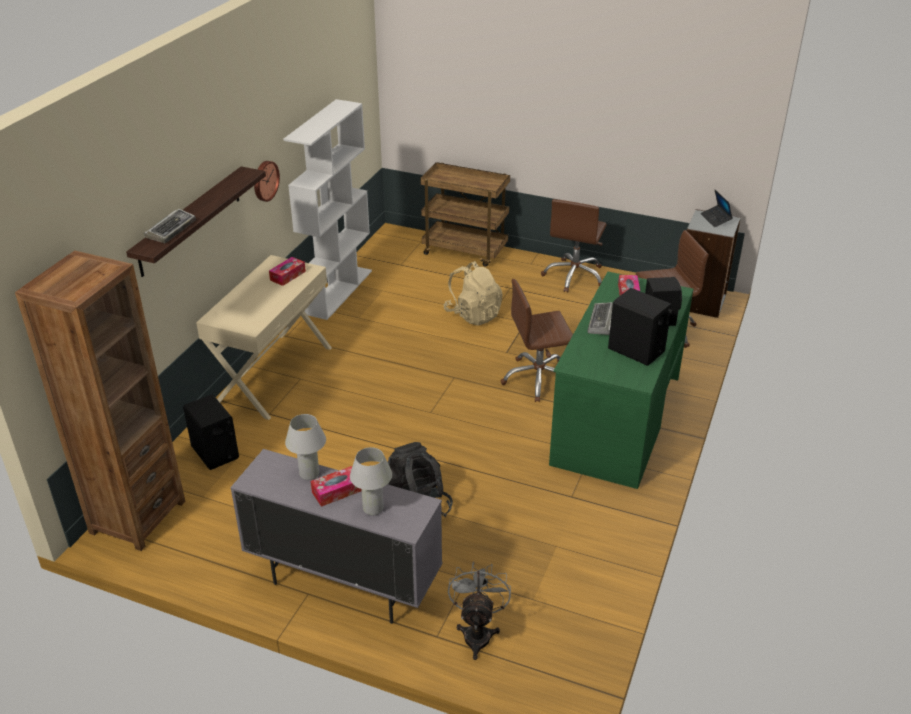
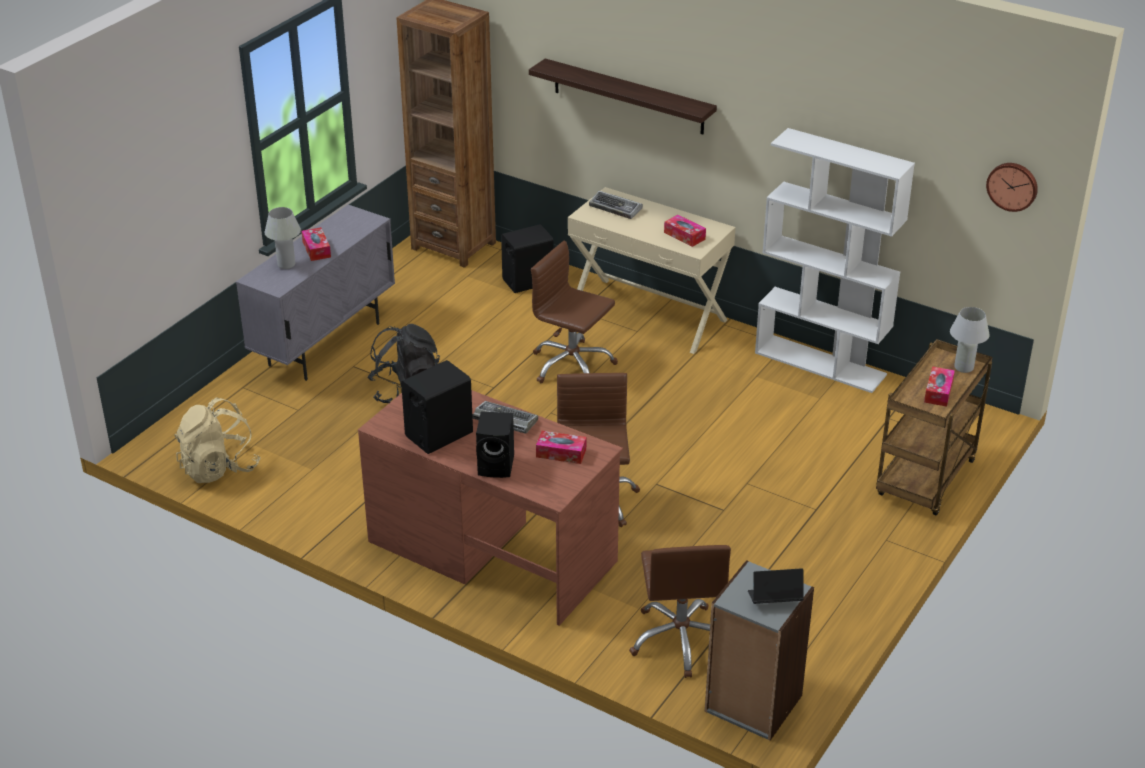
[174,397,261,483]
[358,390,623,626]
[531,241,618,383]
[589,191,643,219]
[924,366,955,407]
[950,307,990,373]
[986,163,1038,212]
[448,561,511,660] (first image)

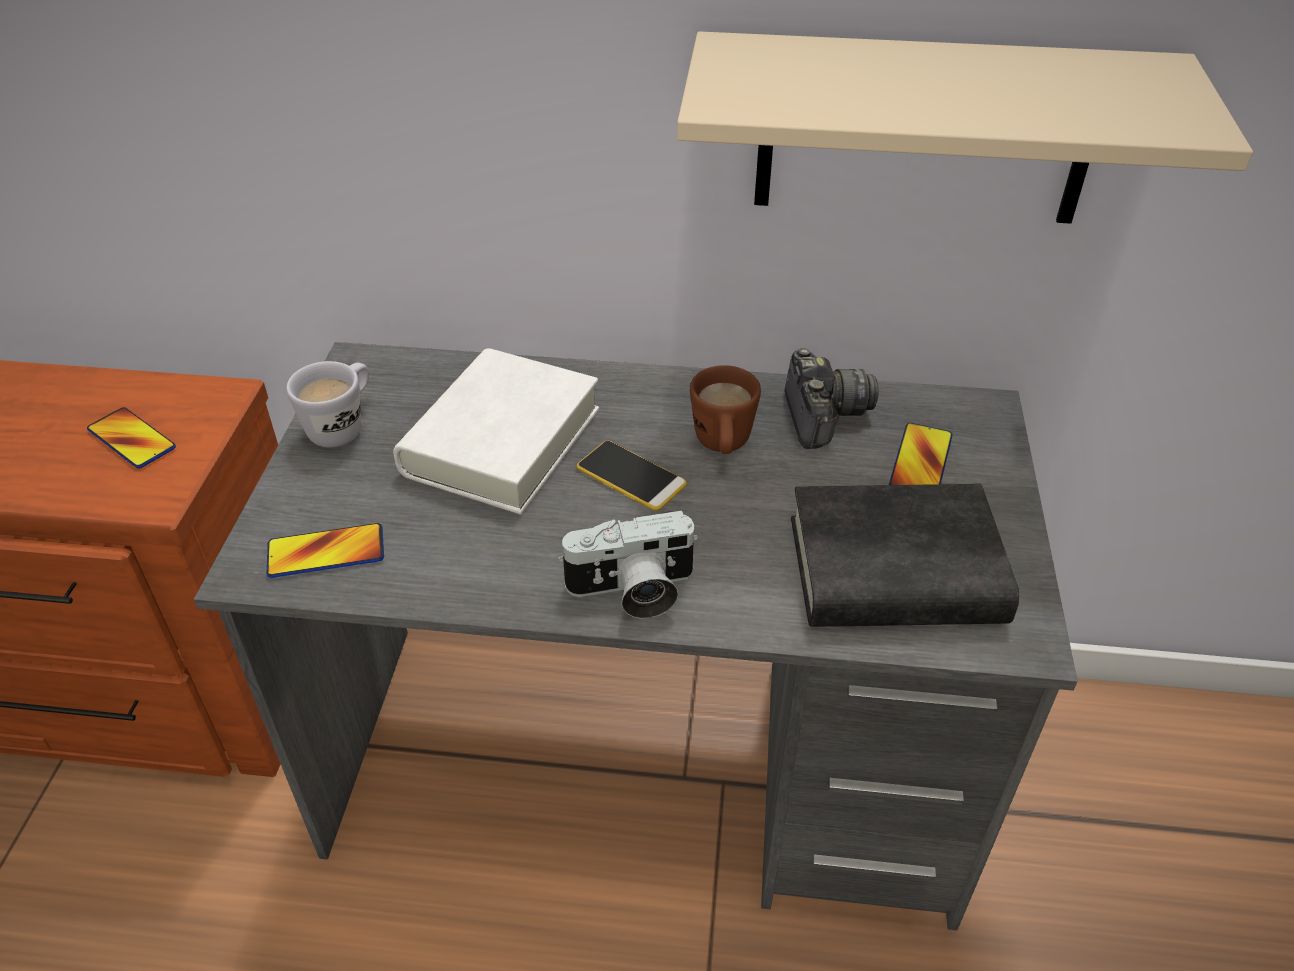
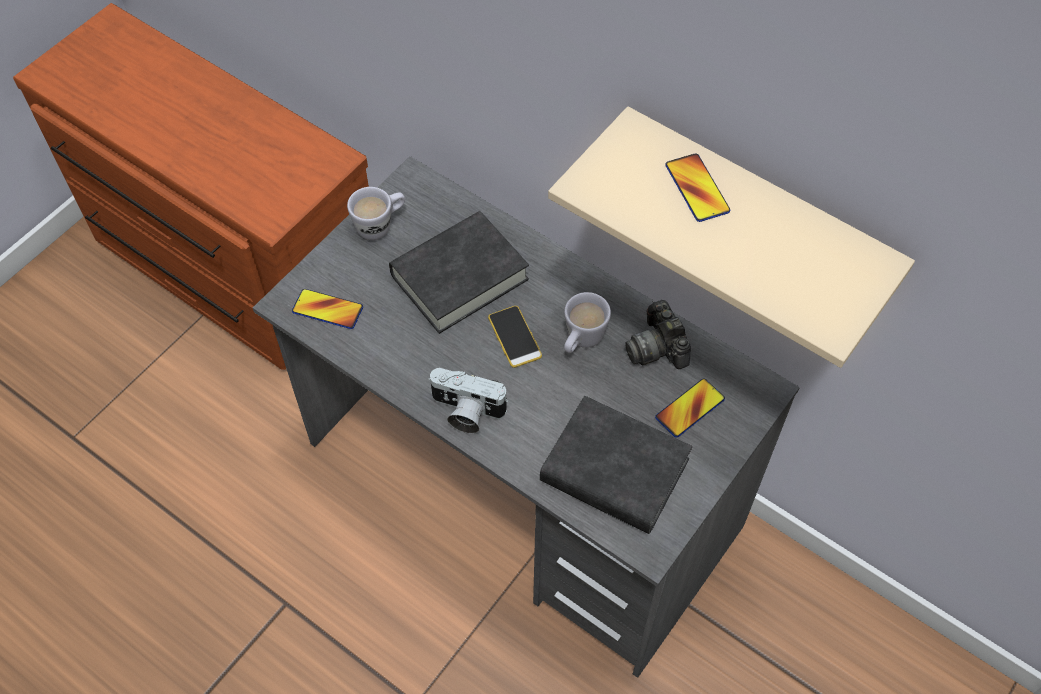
[389,211,529,334]
[564,292,611,353]
[625,300,691,369]
[665,153,730,222]

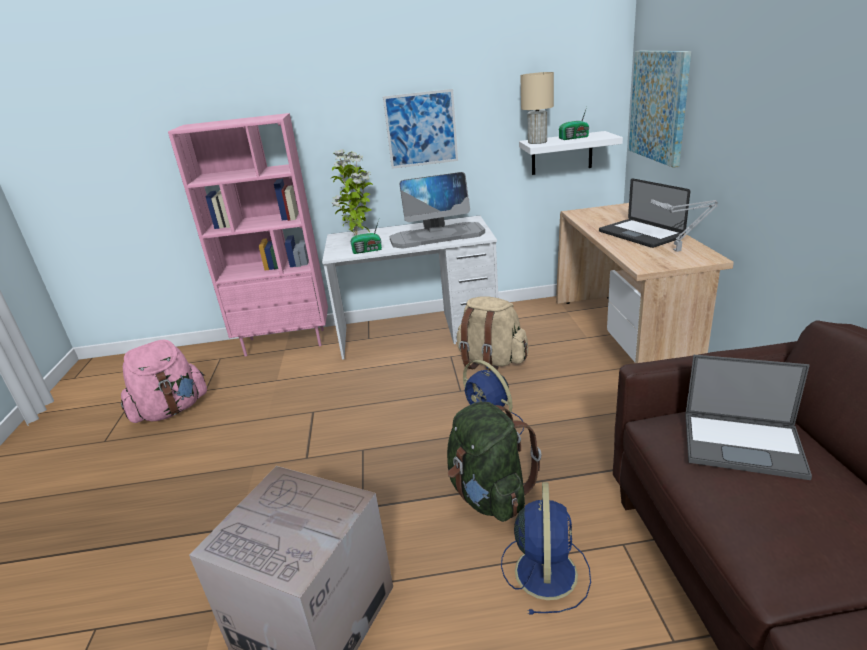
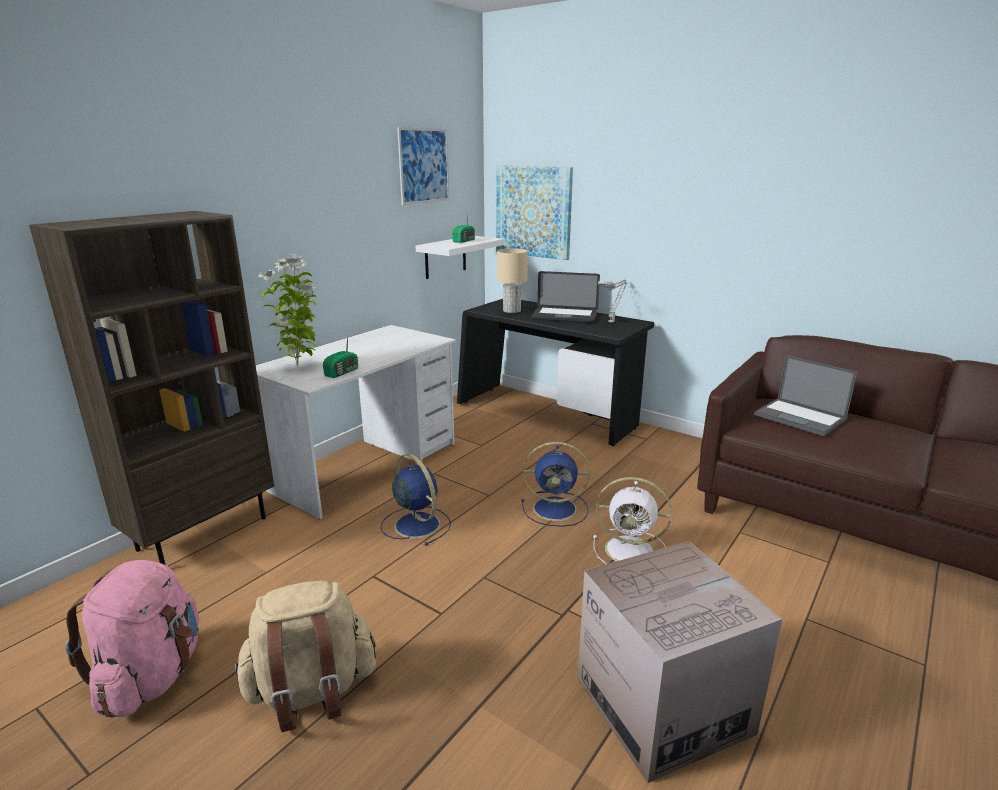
[29,211,274,565]
[232,581,376,732]
[381,454,451,546]
[397,127,450,205]
[457,299,654,446]
[497,248,528,313]
[593,477,672,564]
[754,355,857,436]
[389,172,485,249] (first image)

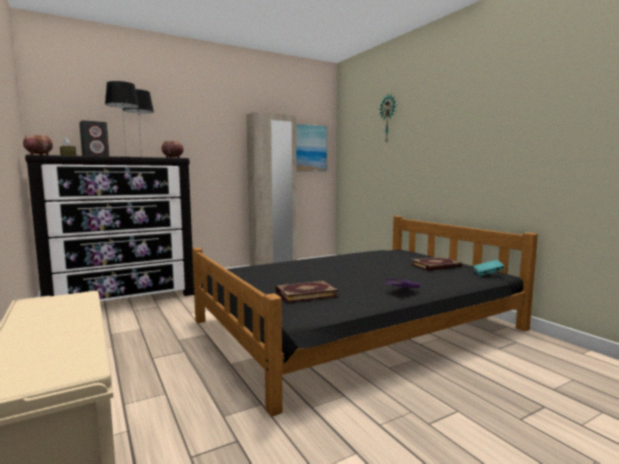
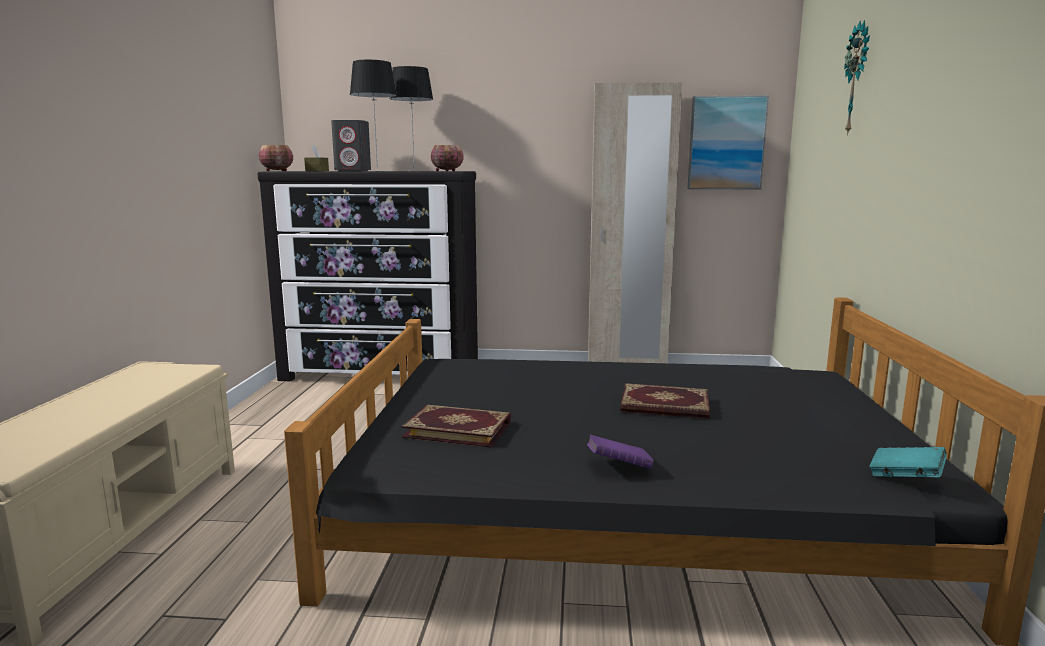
[620,383,710,419]

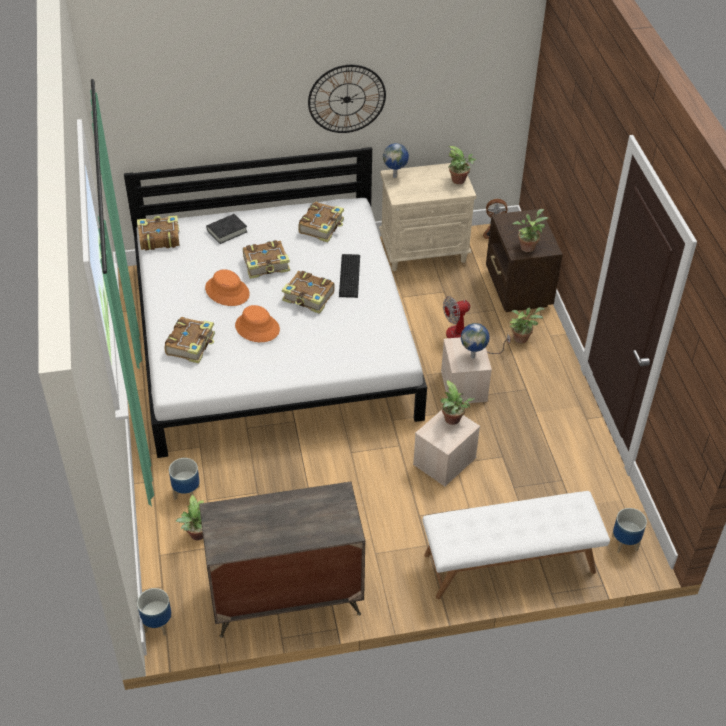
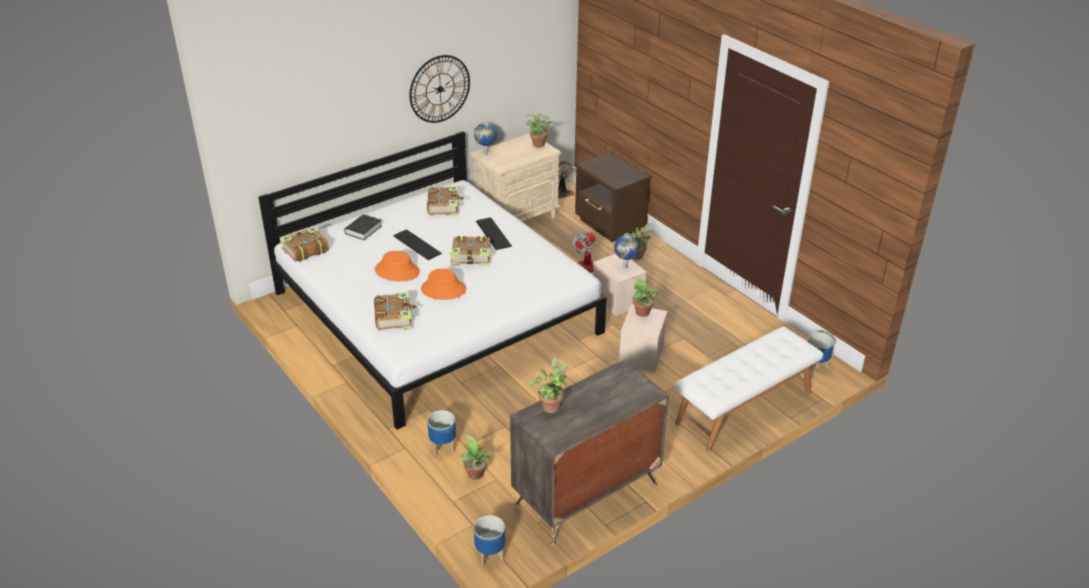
[394,229,442,260]
[528,357,567,413]

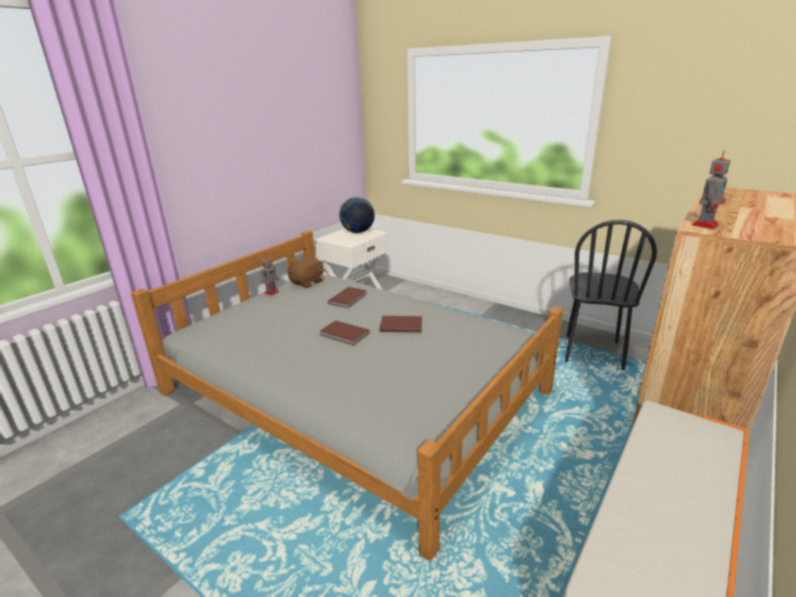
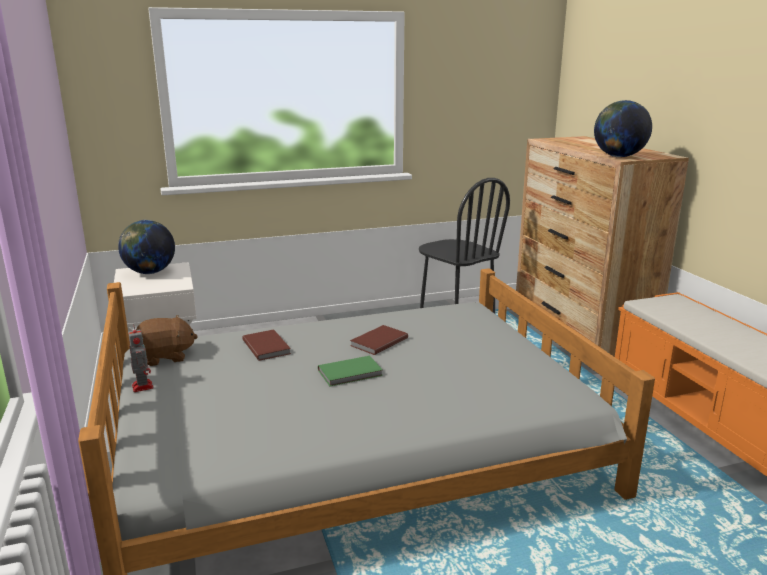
[136,315,198,366]
[318,356,383,386]
[594,100,652,157]

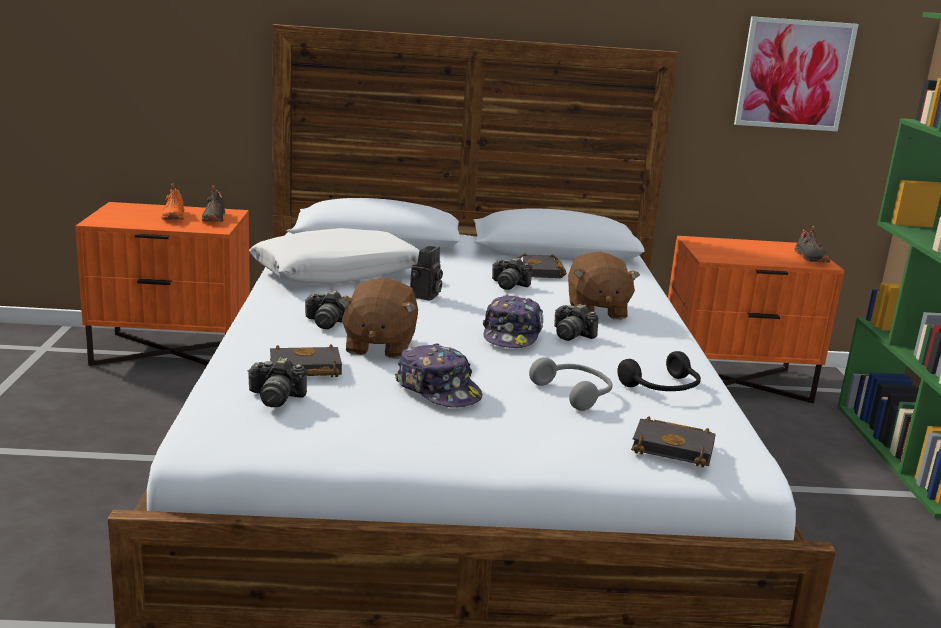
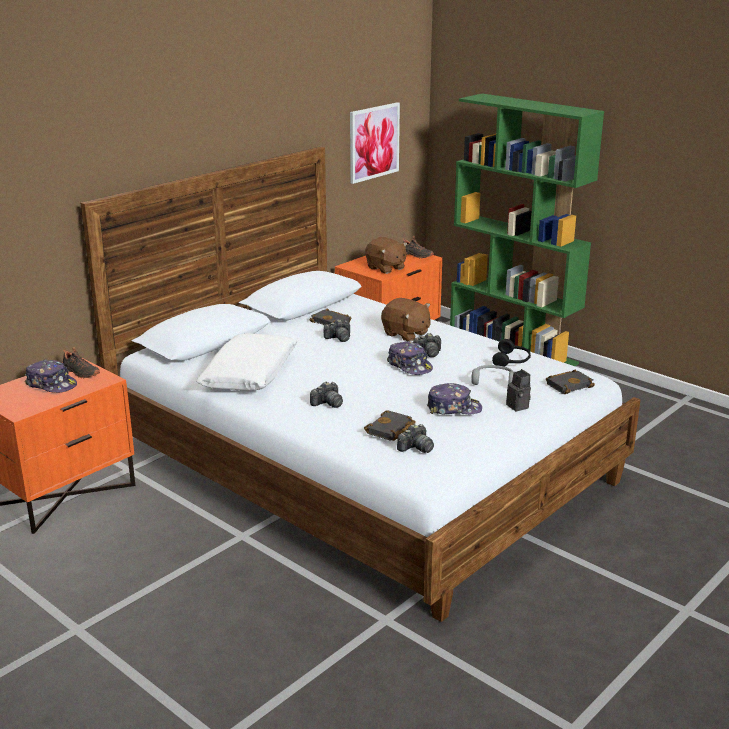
[25,359,77,393]
[365,237,407,274]
[506,369,531,412]

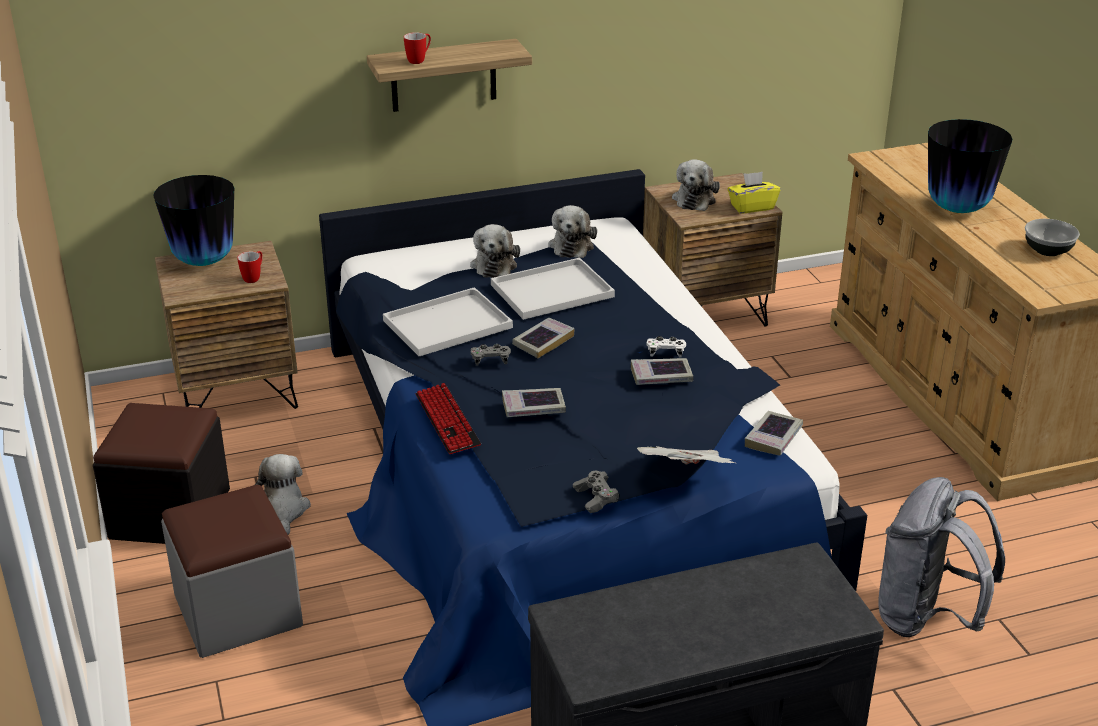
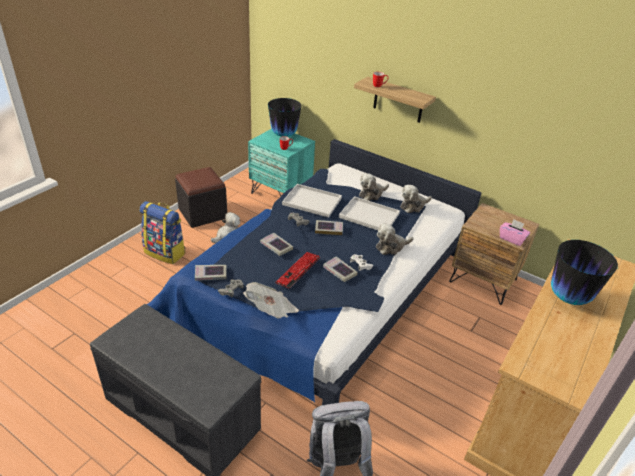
[139,201,186,264]
[195,265,227,281]
[248,129,315,196]
[275,252,320,288]
[376,223,414,255]
[500,219,530,246]
[1025,219,1080,256] (first image)

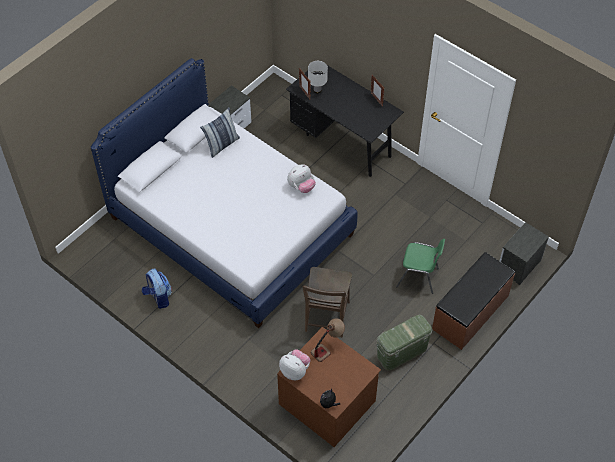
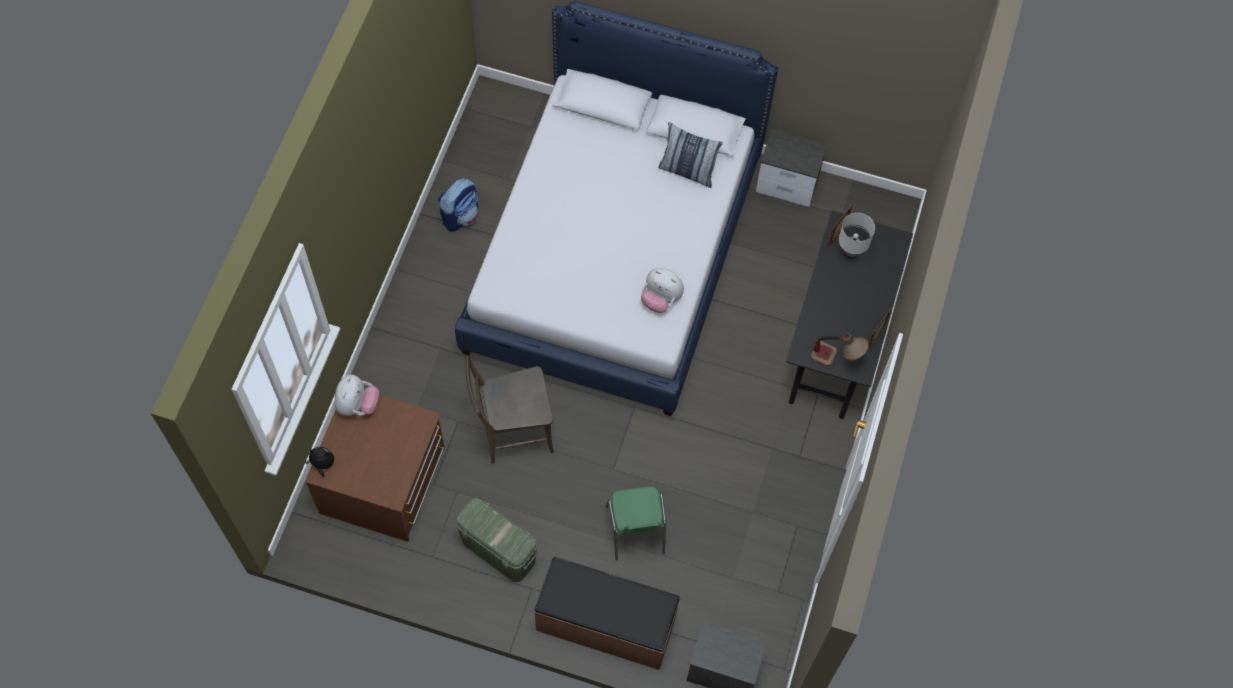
[810,333,869,366]

